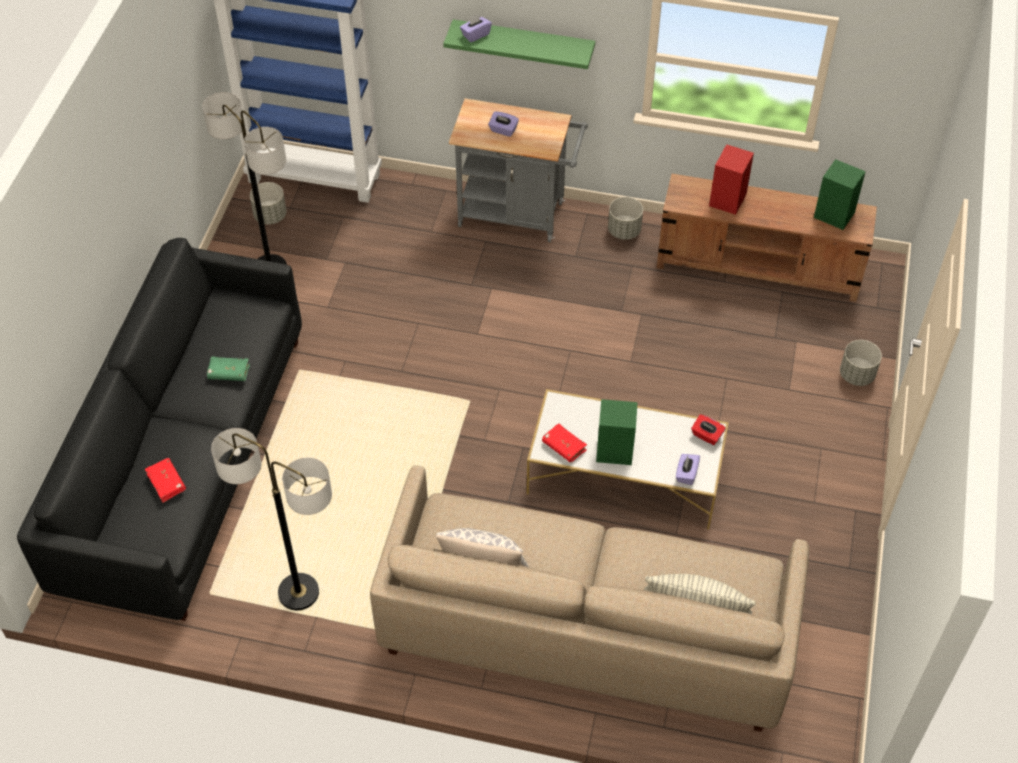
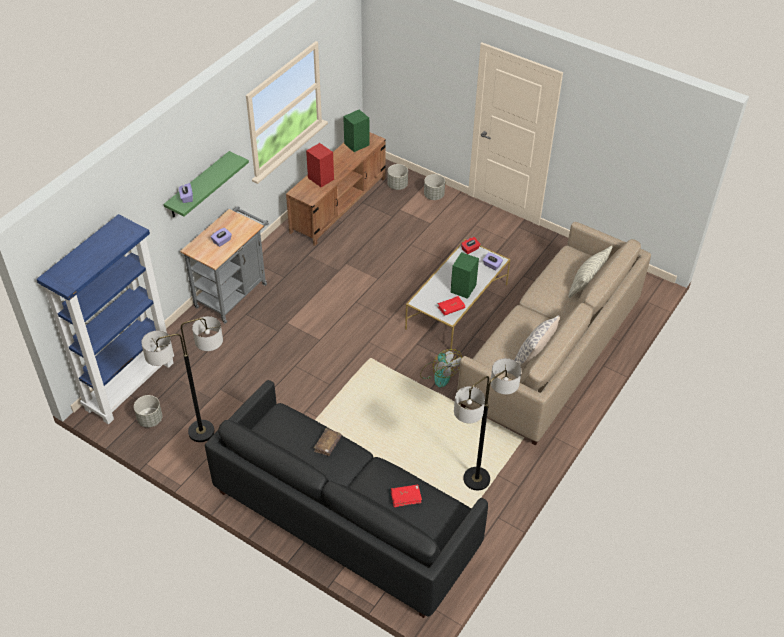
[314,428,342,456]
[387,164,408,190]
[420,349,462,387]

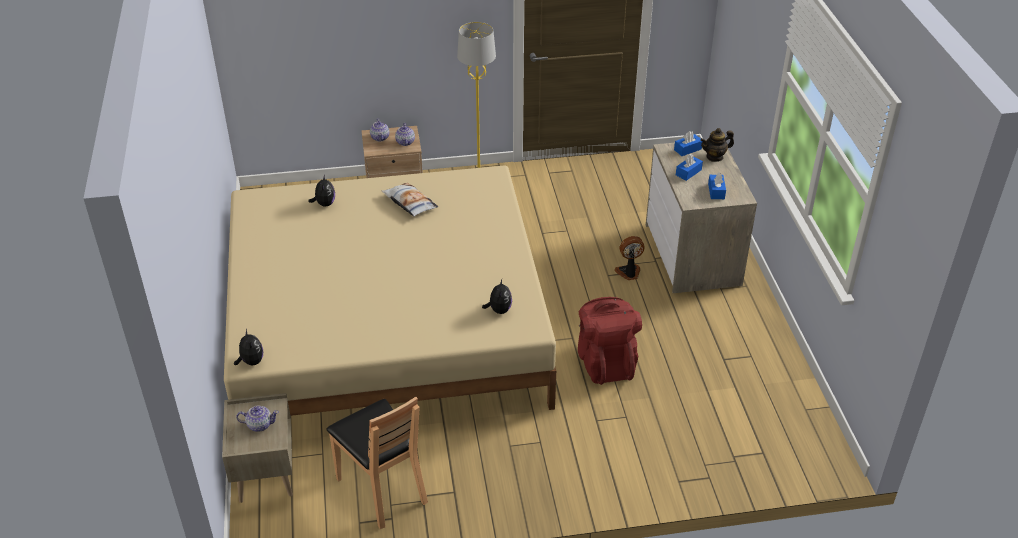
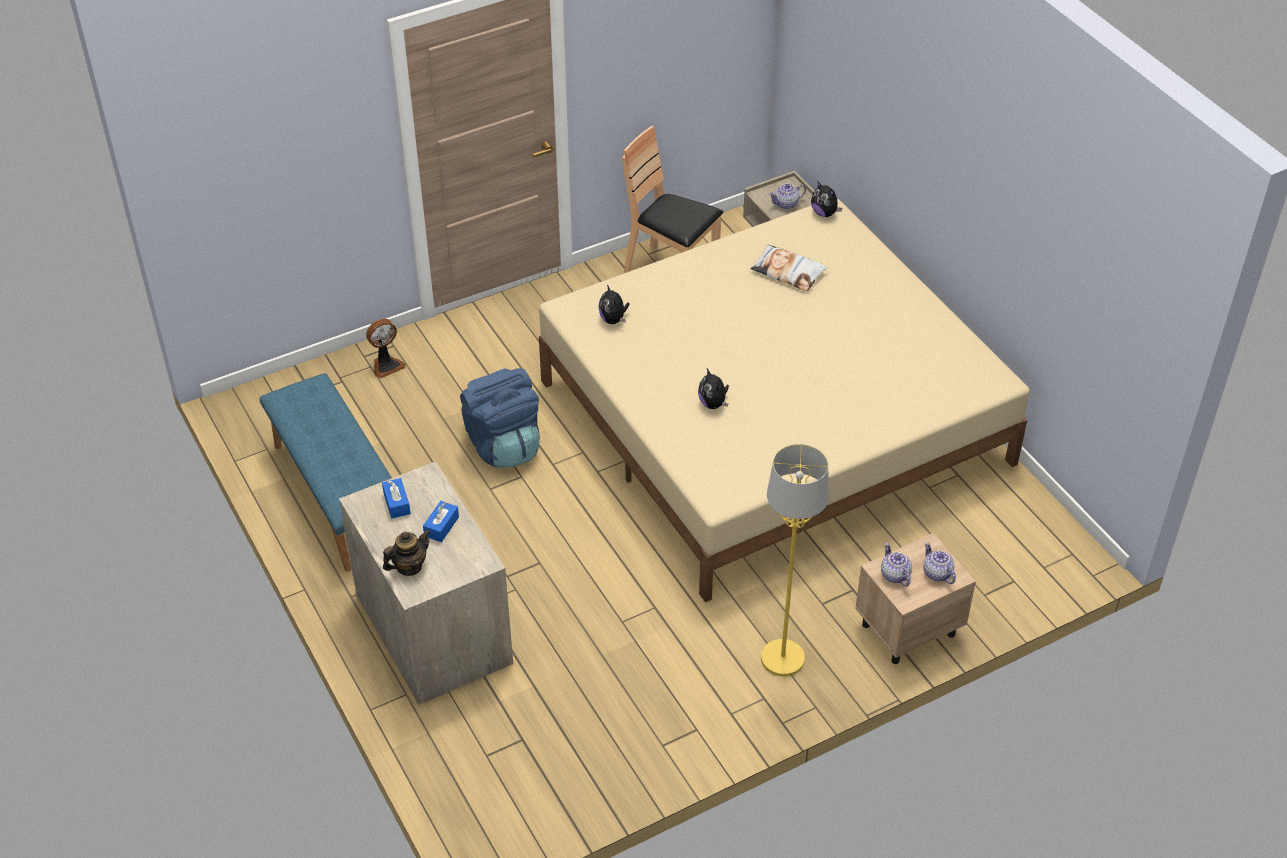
[259,373,392,572]
[366,319,406,378]
[460,368,540,468]
[698,368,729,409]
[750,245,827,291]
[674,131,703,156] (first image)

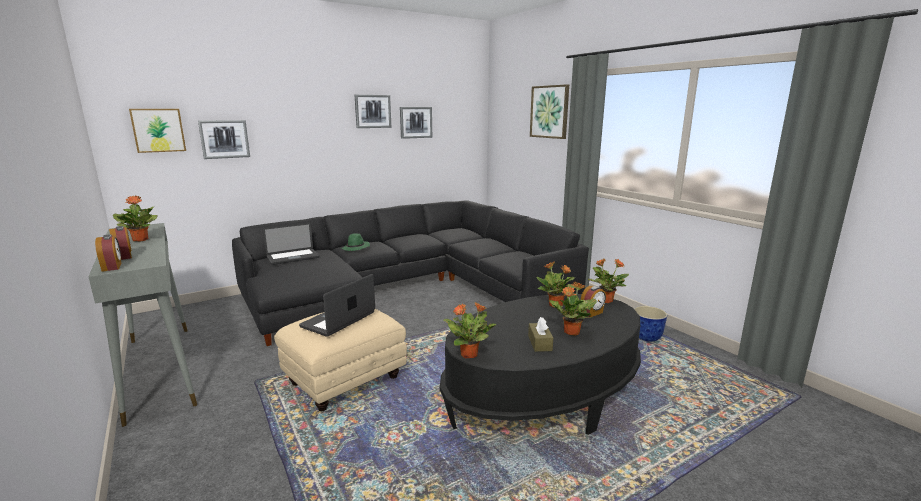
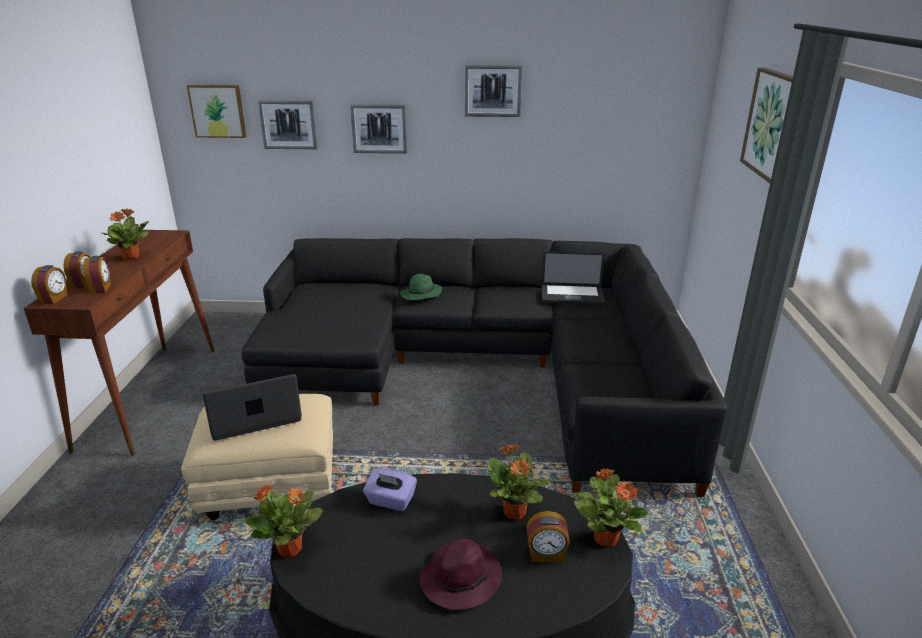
[24,230,215,455]
[83,256,111,294]
[350,104,407,154]
[363,468,417,512]
[419,539,502,610]
[542,252,605,305]
[528,317,553,352] (first image)
[634,306,667,342] (first image)

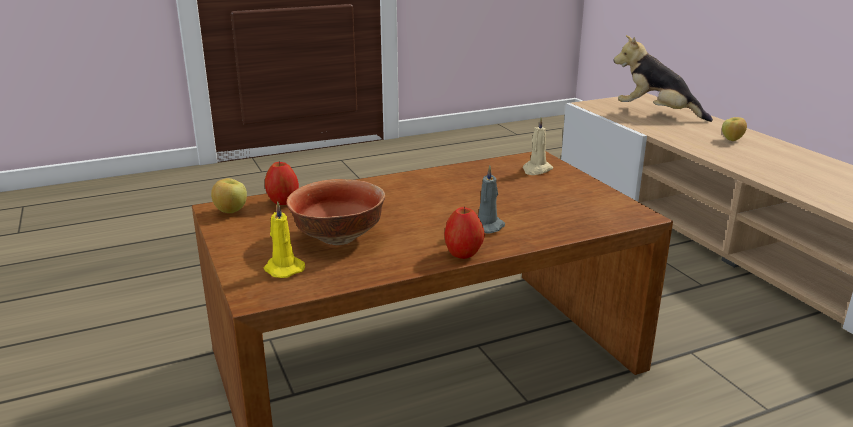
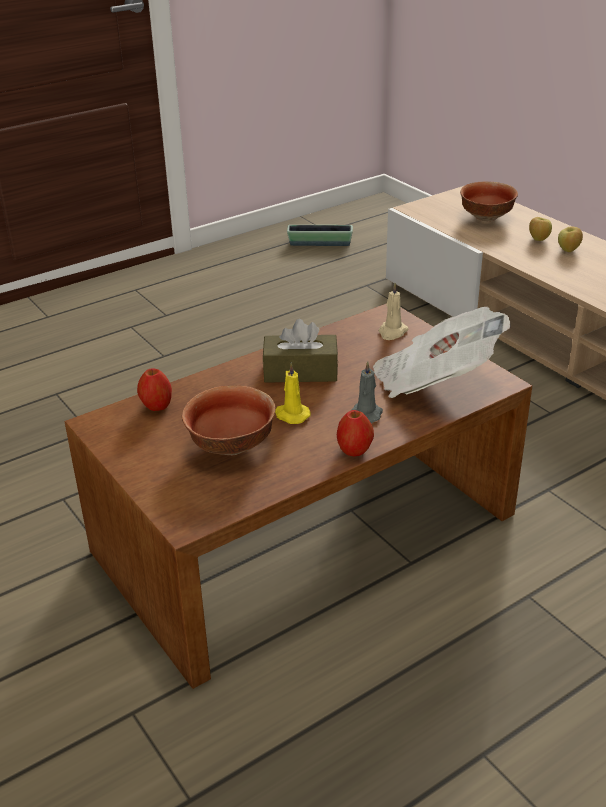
[263,319,338,383]
[275,362,311,424]
[287,225,353,246]
[373,307,511,398]
[460,182,518,221]
[529,217,552,241]

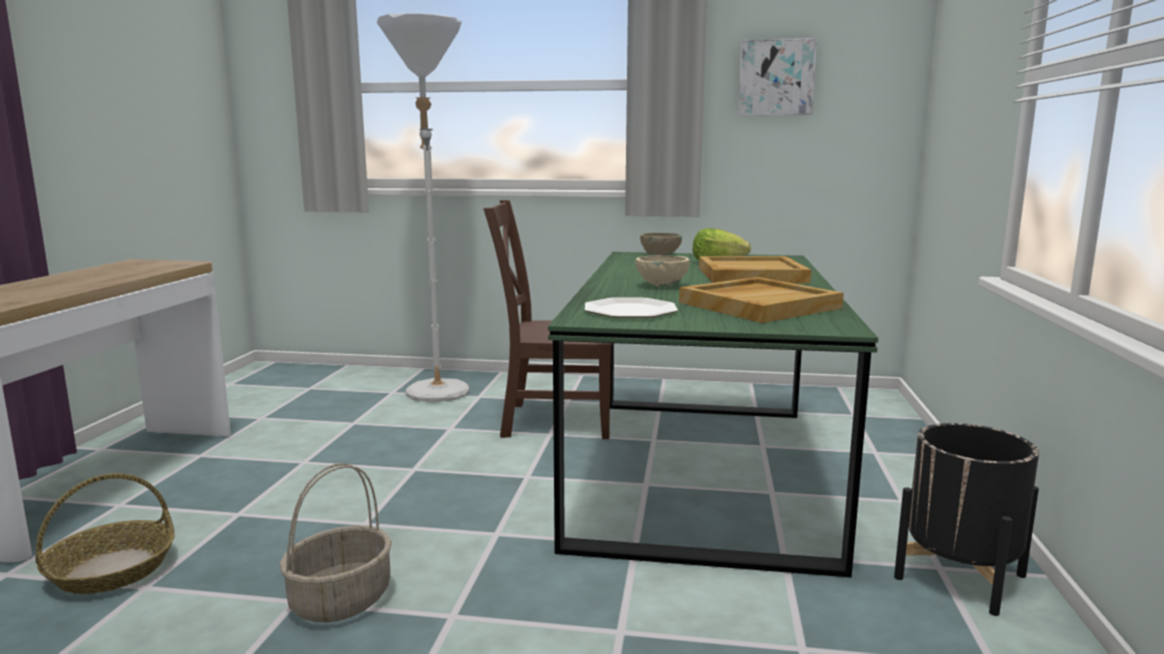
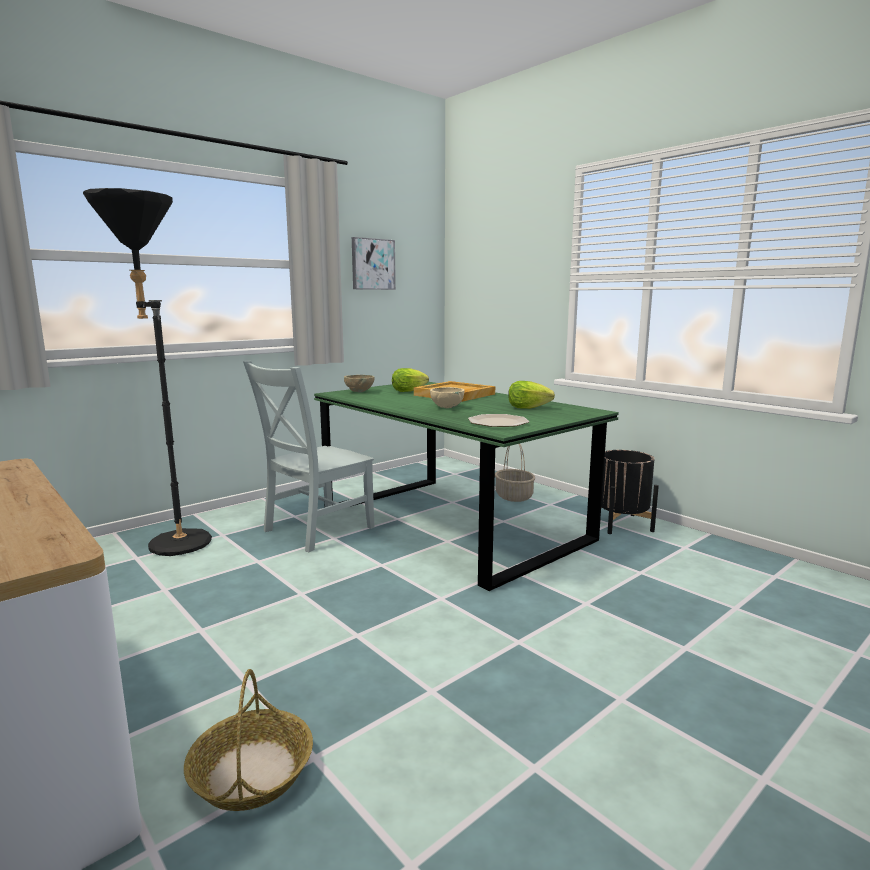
[83,188,212,556]
[243,361,375,552]
[495,444,535,502]
[508,381,555,409]

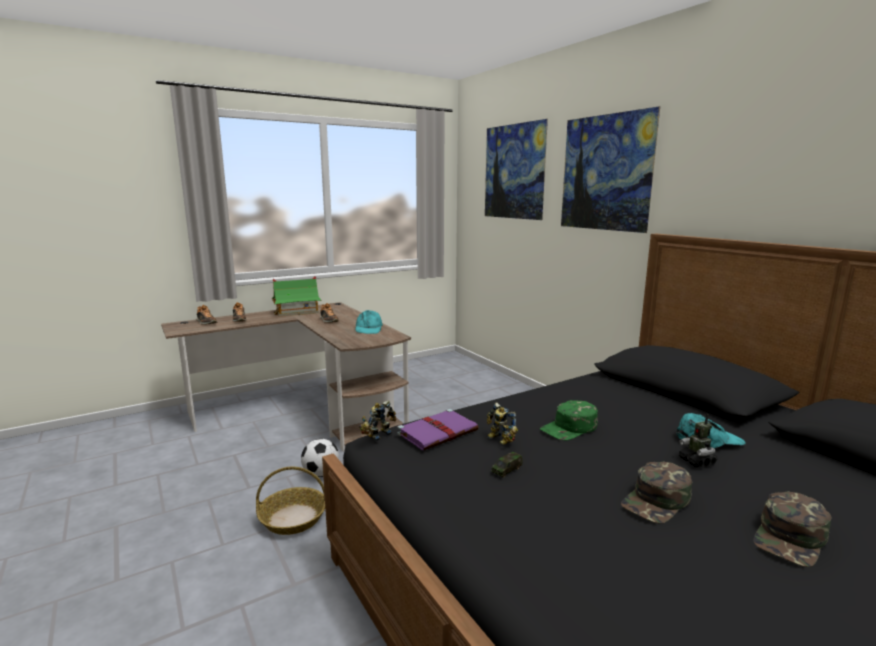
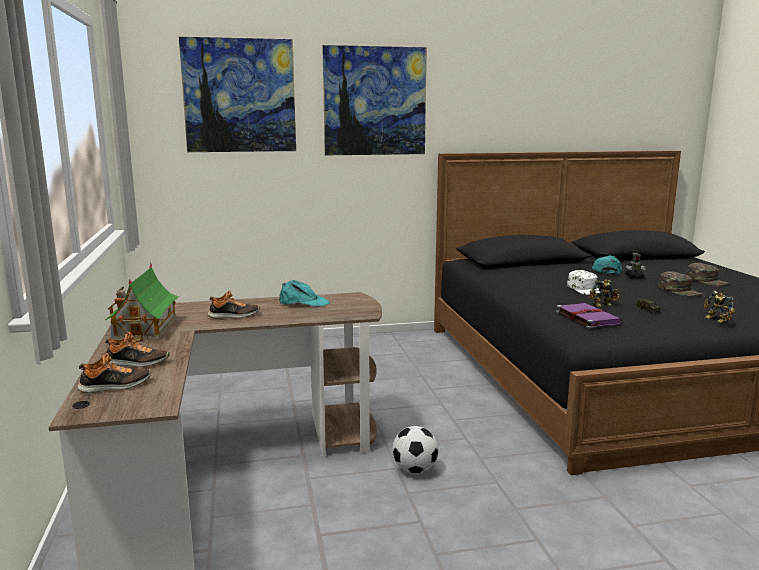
[567,270,600,295]
[704,291,735,323]
[256,467,325,535] (first image)

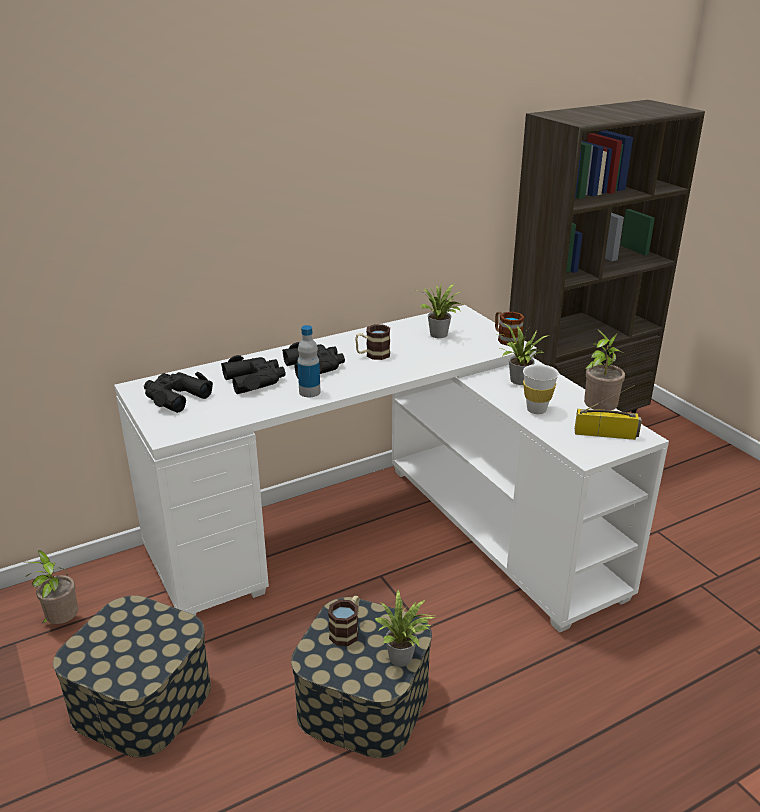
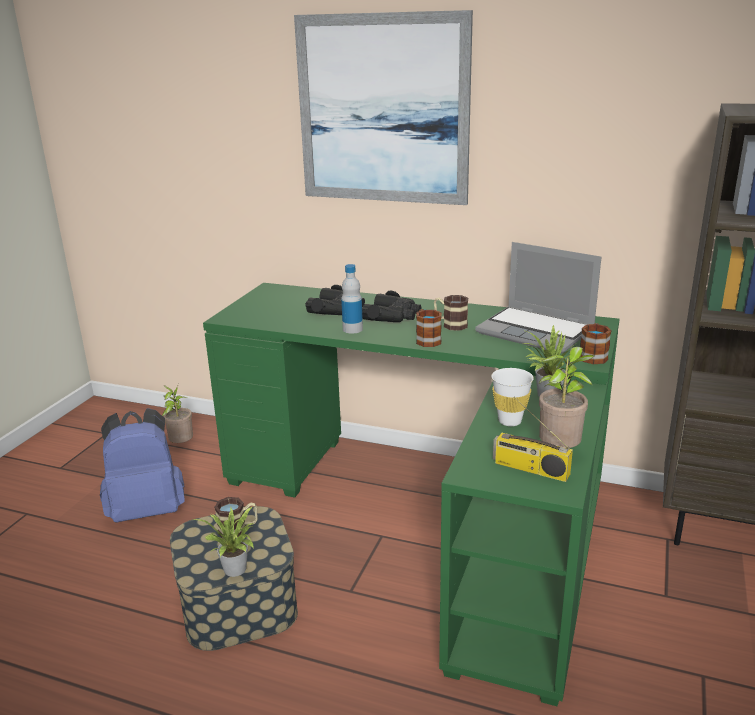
[100,408,185,523]
[203,283,620,706]
[294,10,473,205]
[416,309,442,347]
[475,242,601,354]
[493,396,573,482]
[144,372,213,413] (first image)

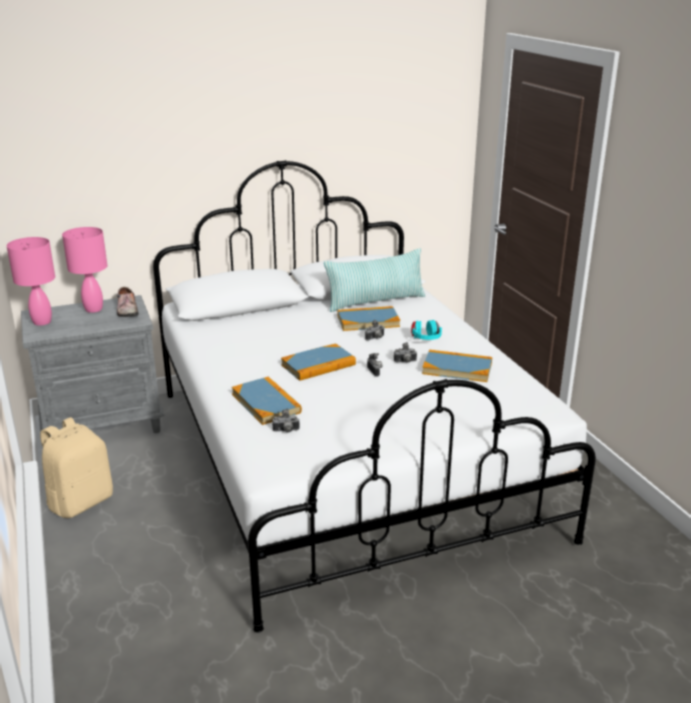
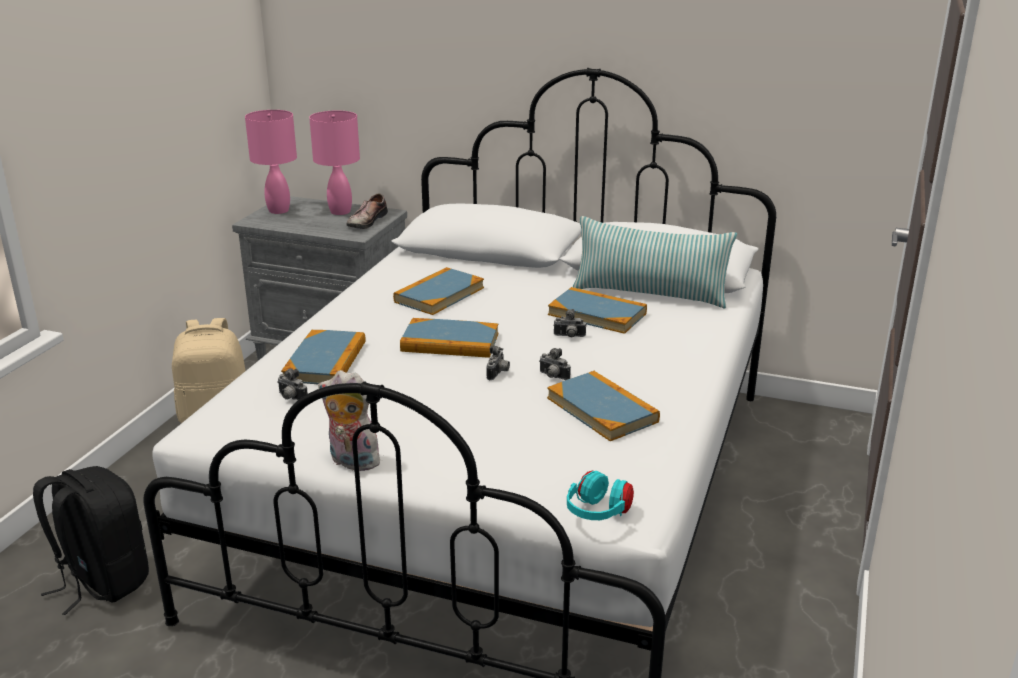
[33,466,149,615]
[318,370,380,471]
[393,267,484,315]
[567,471,634,520]

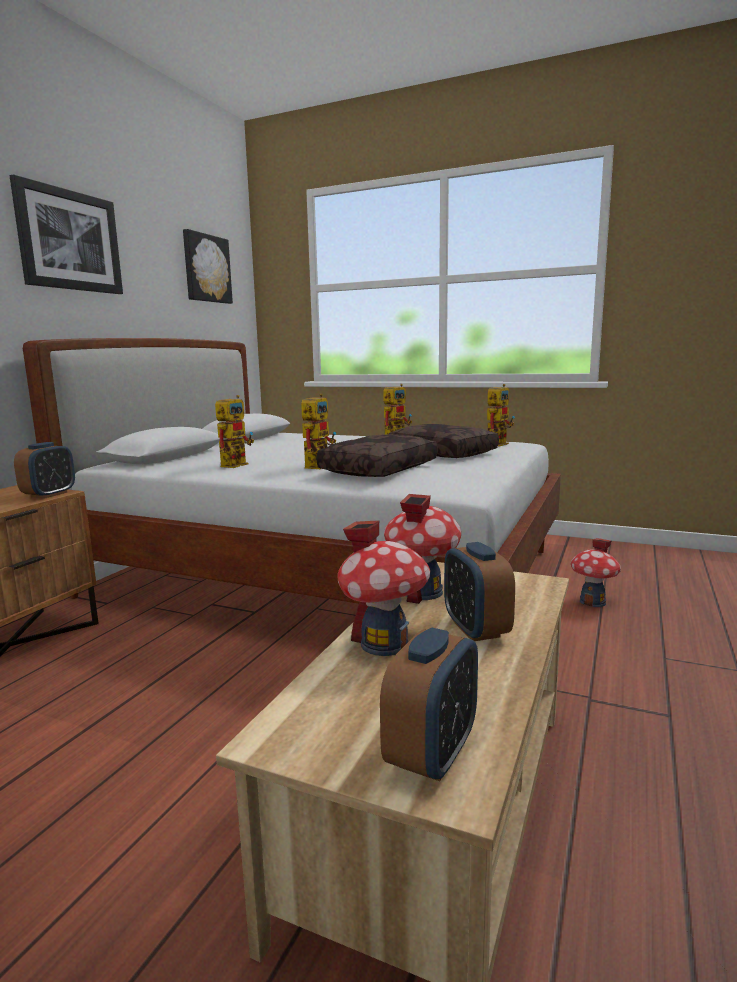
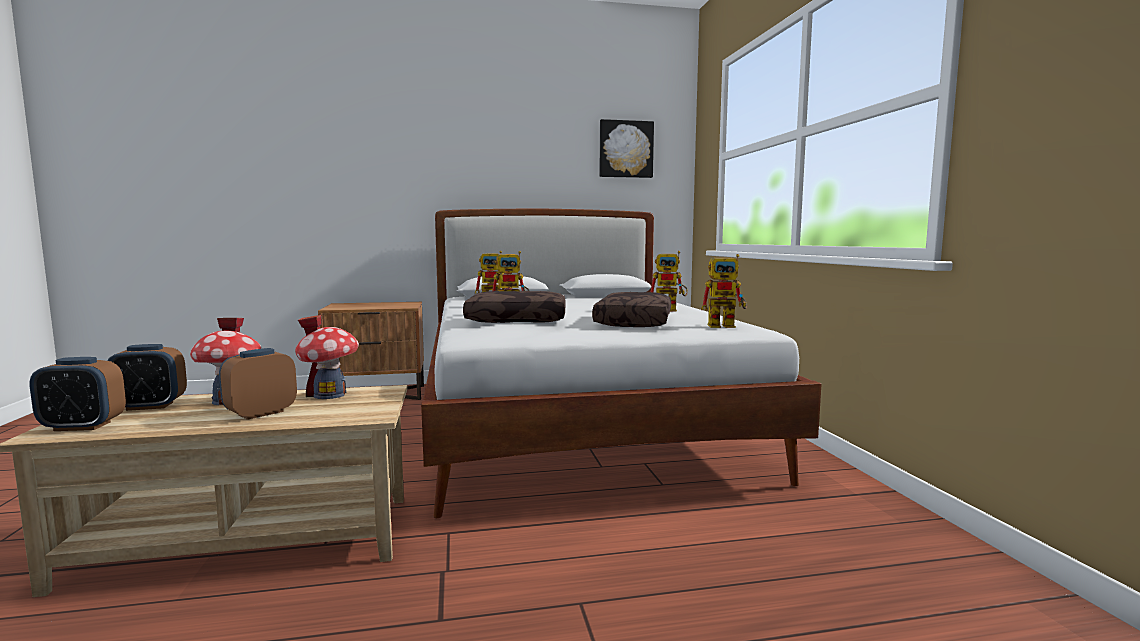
[107,344,187,411]
[9,175,123,294] (first image)
[571,538,621,607] (first image)

